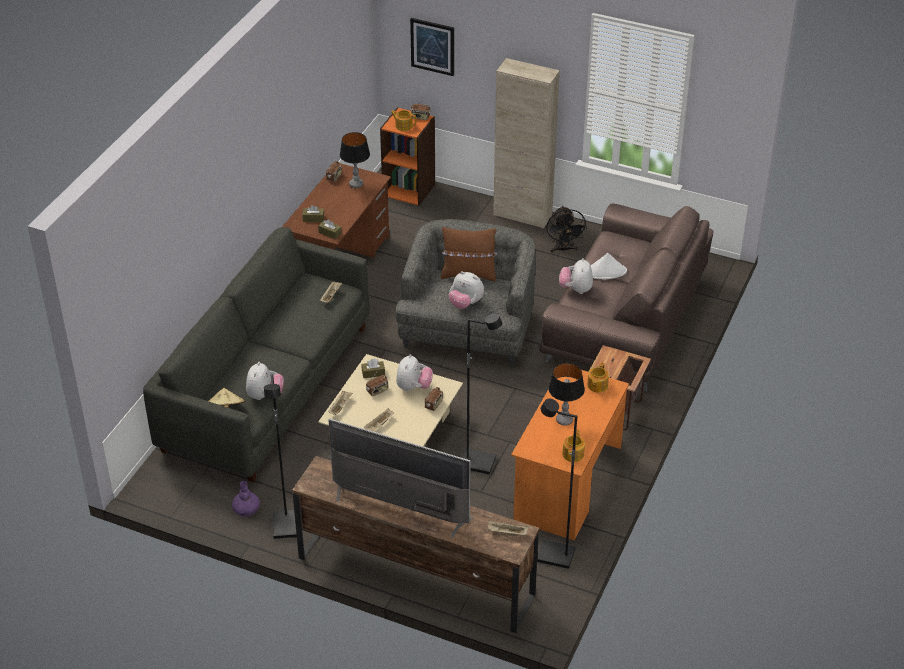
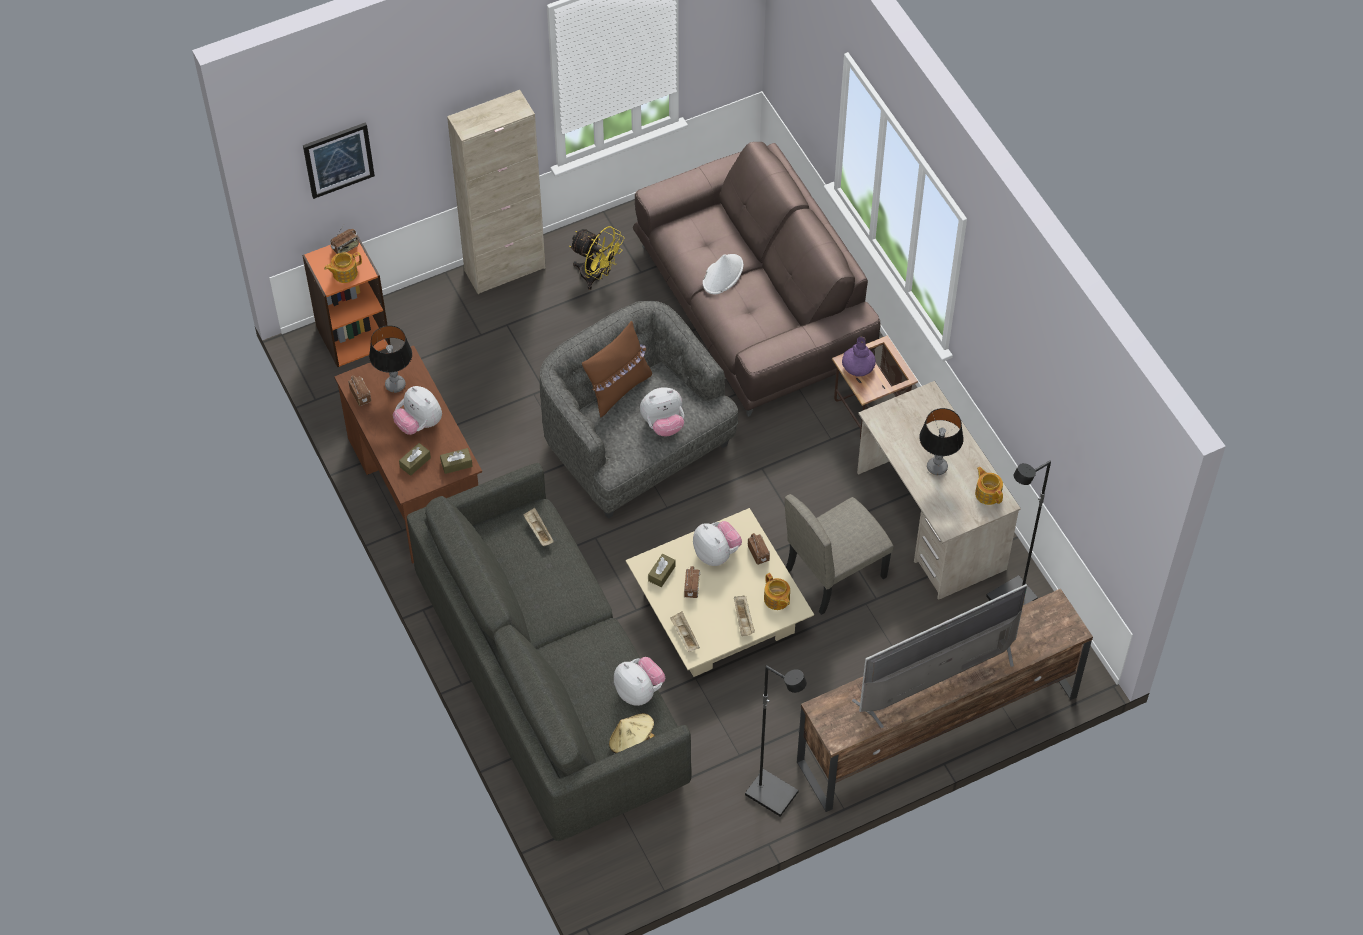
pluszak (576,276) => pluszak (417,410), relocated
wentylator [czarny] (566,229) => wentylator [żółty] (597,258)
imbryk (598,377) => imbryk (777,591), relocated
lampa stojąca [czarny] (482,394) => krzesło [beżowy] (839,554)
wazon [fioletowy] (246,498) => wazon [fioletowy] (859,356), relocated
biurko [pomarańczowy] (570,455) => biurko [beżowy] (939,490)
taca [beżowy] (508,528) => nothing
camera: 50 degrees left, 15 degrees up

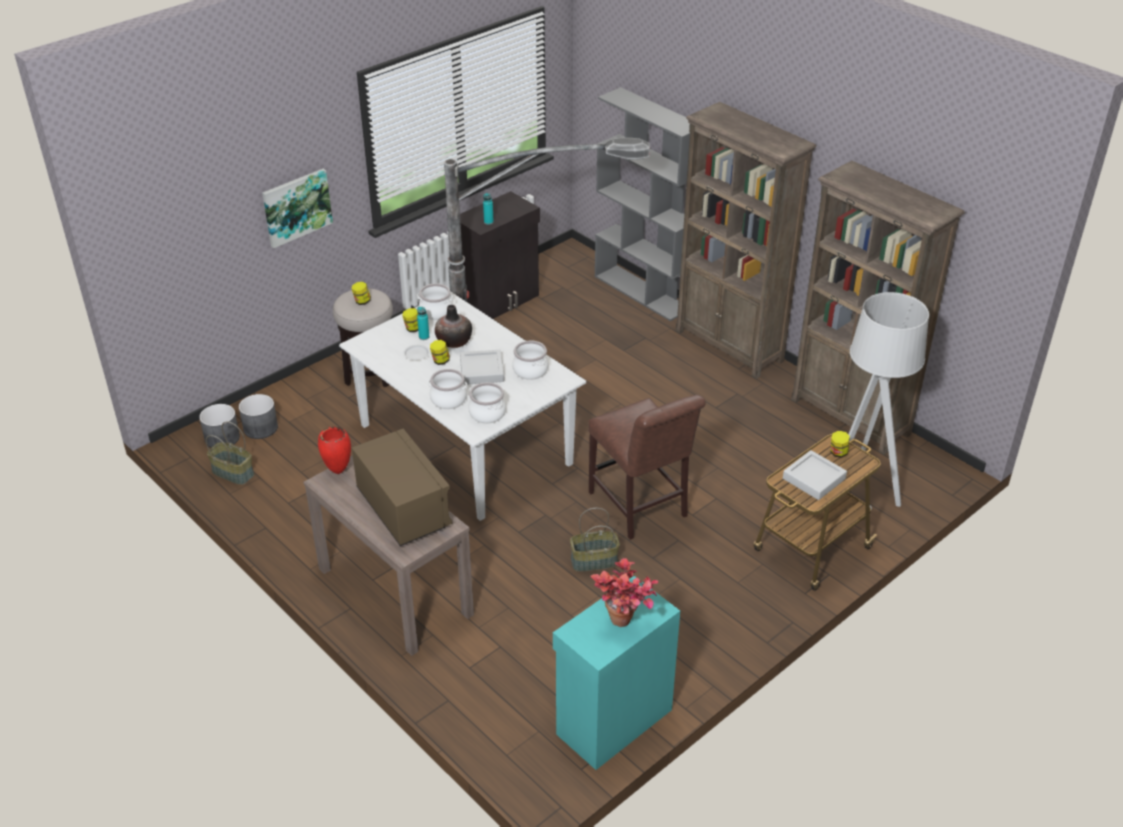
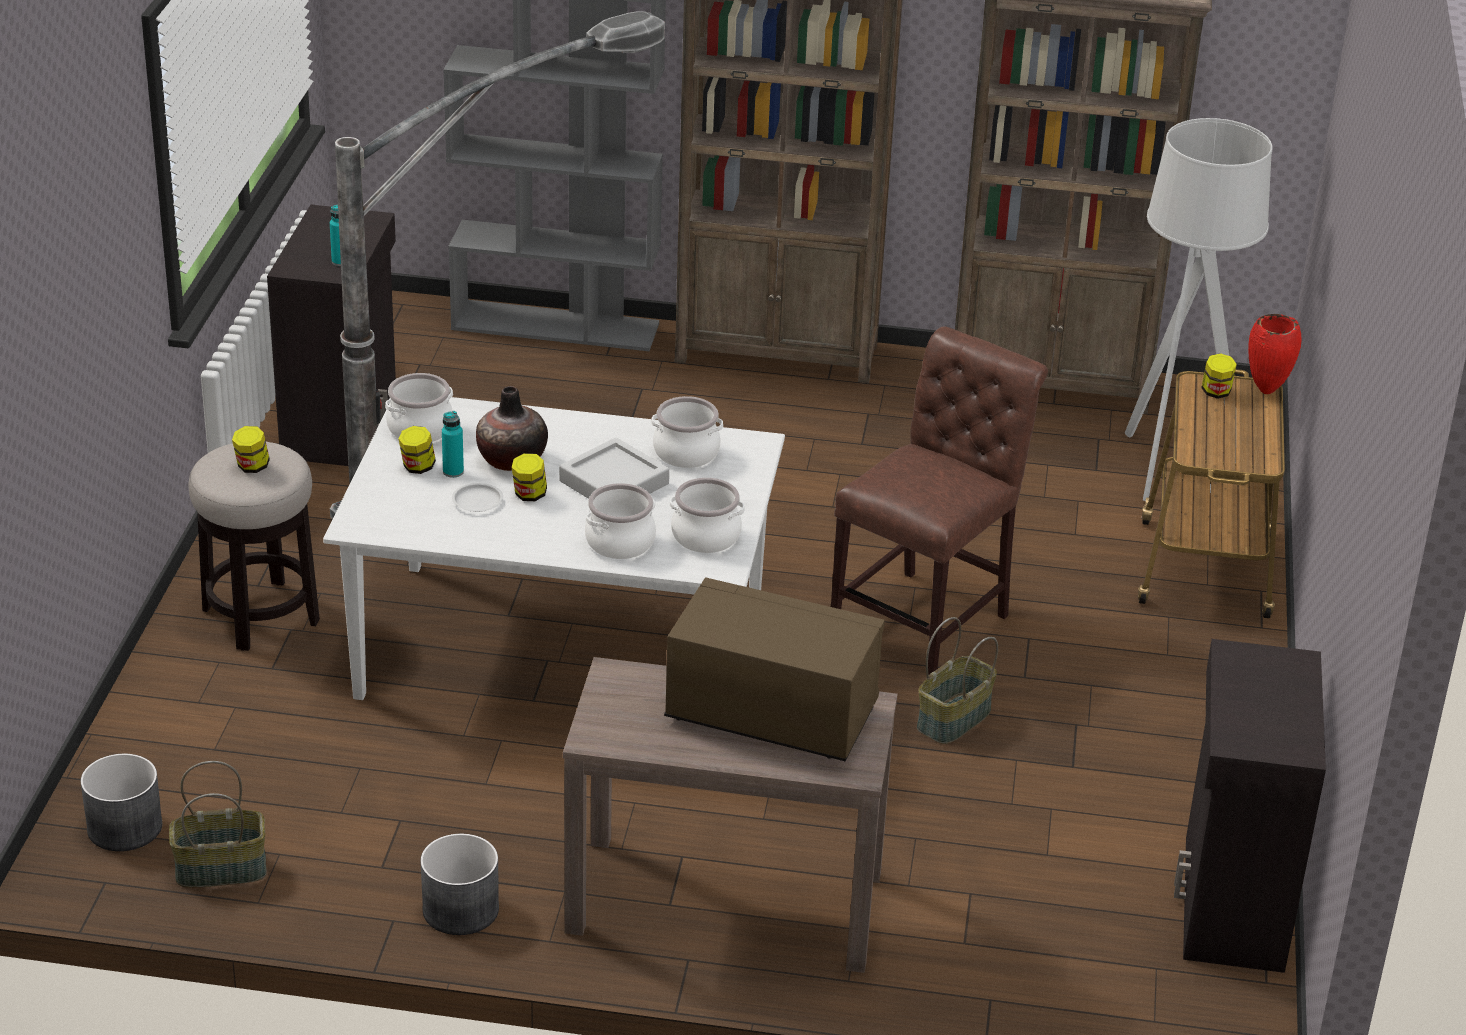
donica [szary] (258,416) => donica [szary] (459,884), relocated
krzesło [brązowy] (647,467) => krzesło [brązowy] (939,500), 75 degrees counterclockwise
szafka [turkusowy] (616,673) => szafka [czarny] (1250,806)
wazon [czerwony] (334,450) => wazon [czerwony] (1275,354), relocated
obraz (297,208) => nothing
roślina doniczkowa (625,592) => nothing
taca [szary] (815,475) => nothing
camera: 40 degrees left, 5 degrees down

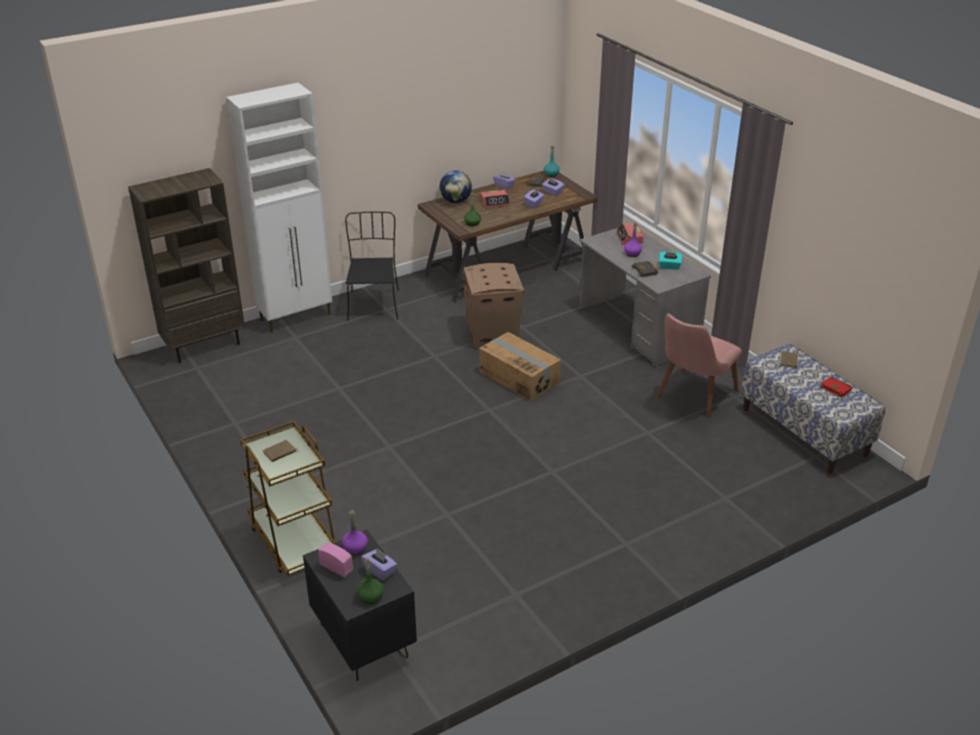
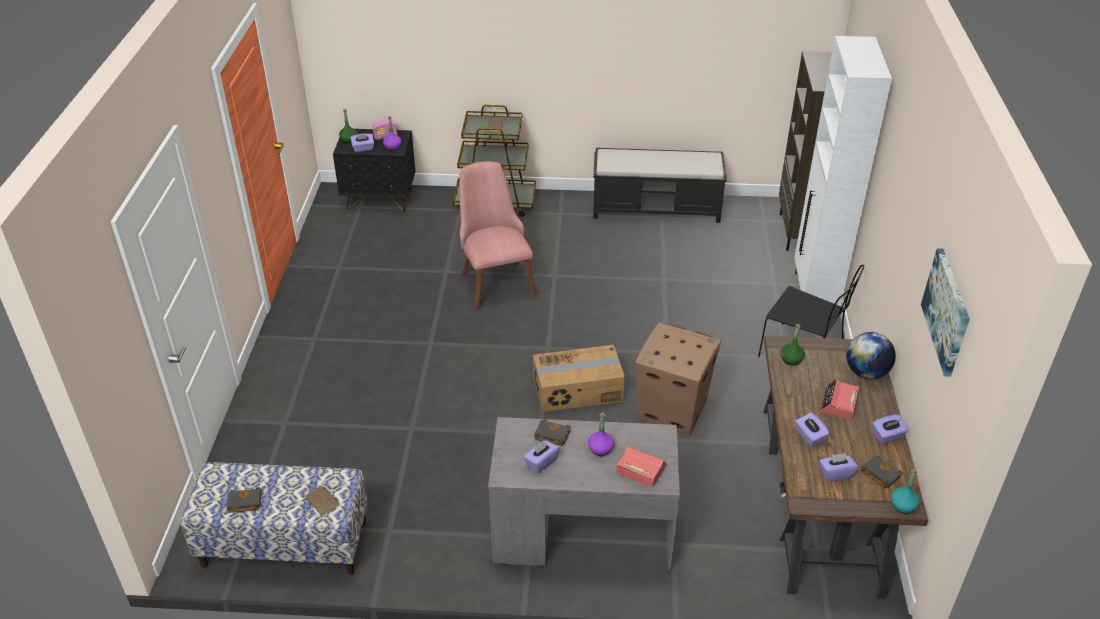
książka [czerwony] (836,387) => książka [czarny] (244,500)
krzesło [różowy] (699,366) => krzesło [różowy] (498,235), relocated
pudełko chusteczek [turkusowy] (670,260) => pudełko chusteczek [fioletowy] (542,456)
nothing => ławka [czarny] (660,185)
nothing => obraz (945,312)
camera: 125 degrees right, 5 degrees up

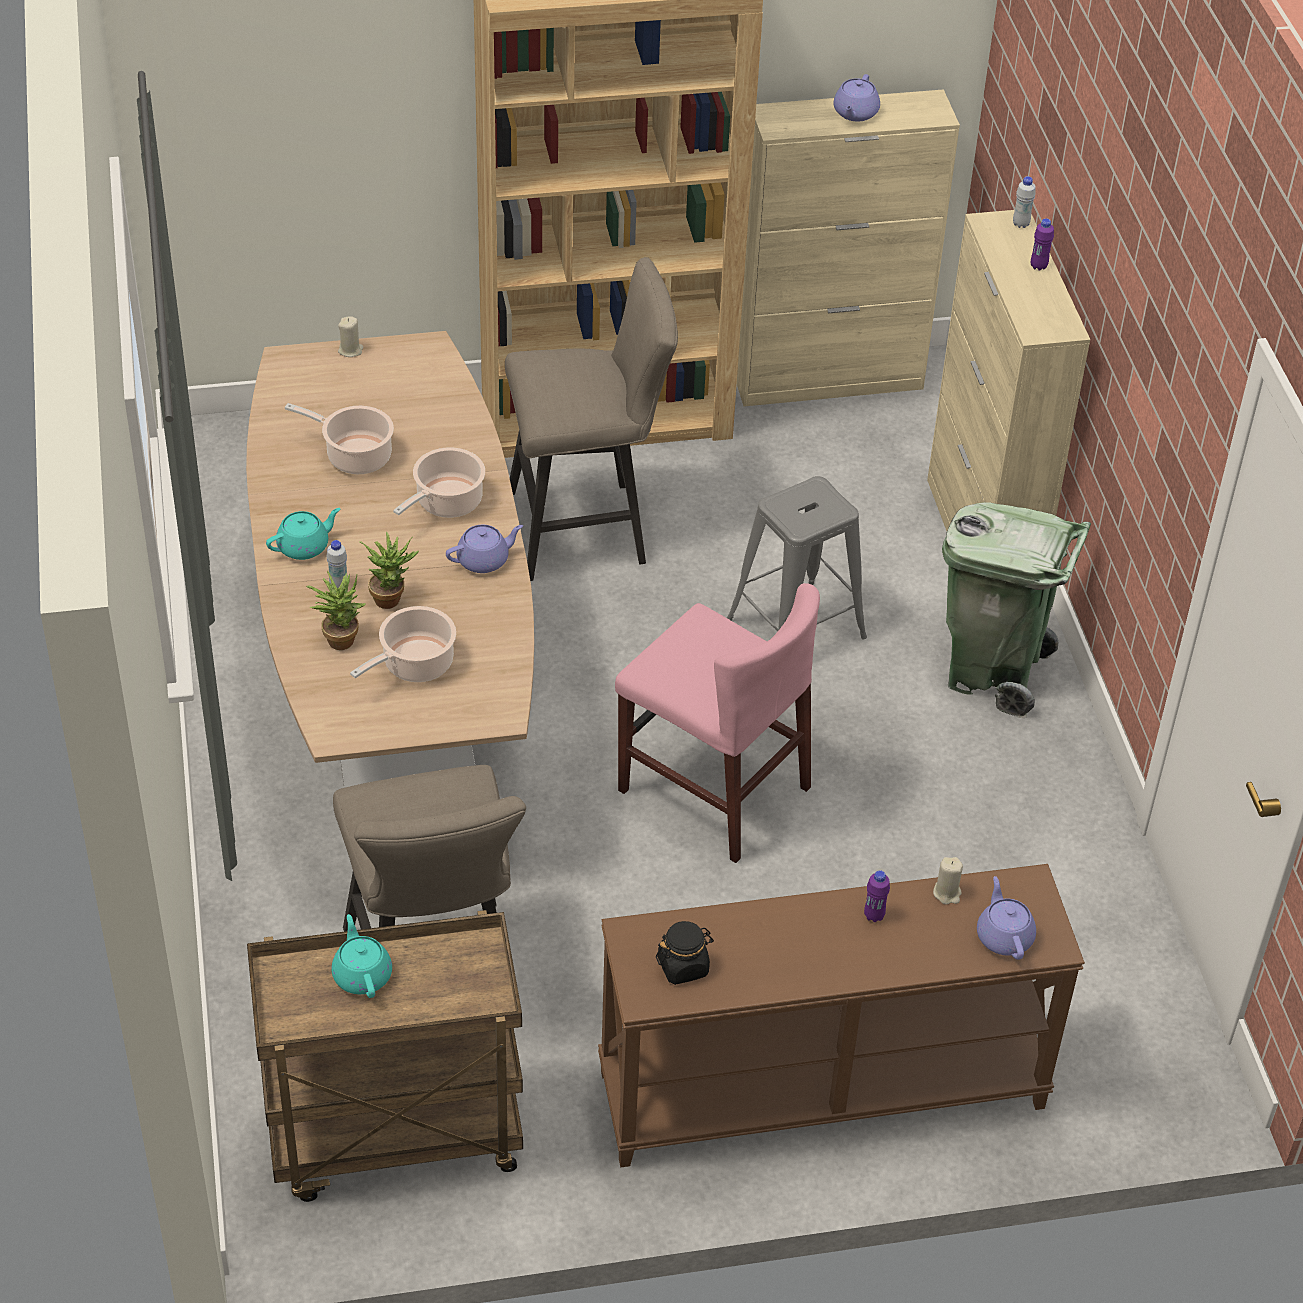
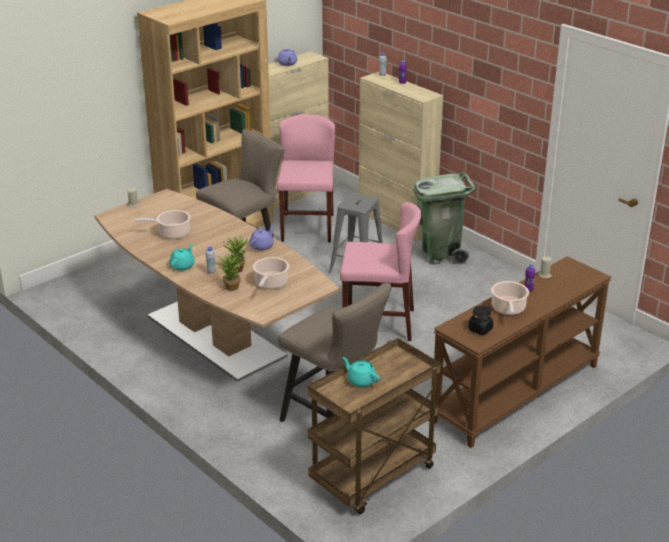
nothing => krzesło [różowy] (306,178)
garnek (439,482) => garnek (510,298), relocated
imbryk [fioletowy] (1006,918) => nothing
camera: 30 degrees left, 15 degrees down

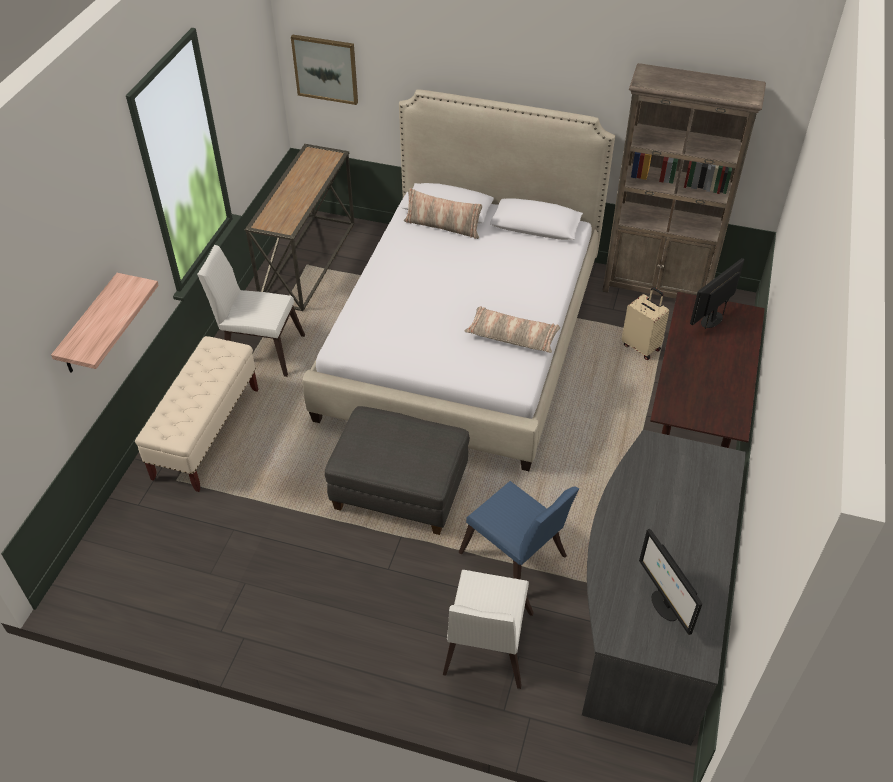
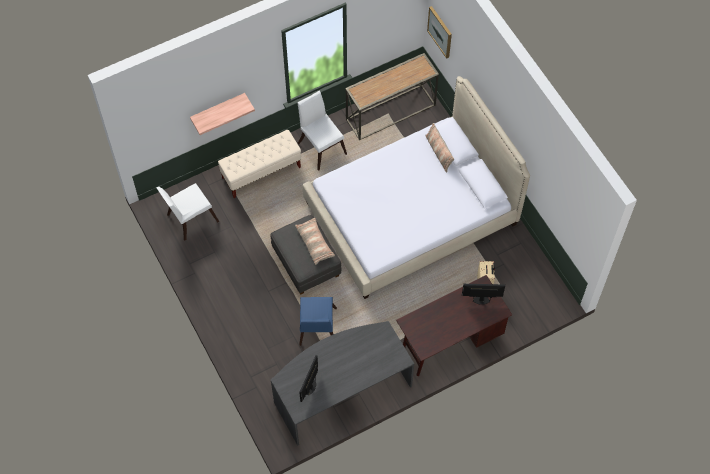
krzesło [biały] (488,629) => krzesło [biały] (187,211), relocated
poduszka (512,329) => poduszka (315,241), relocated
regał [brązowy] (684,181) => nothing
camera: 45 degrees right, 15 degrees up

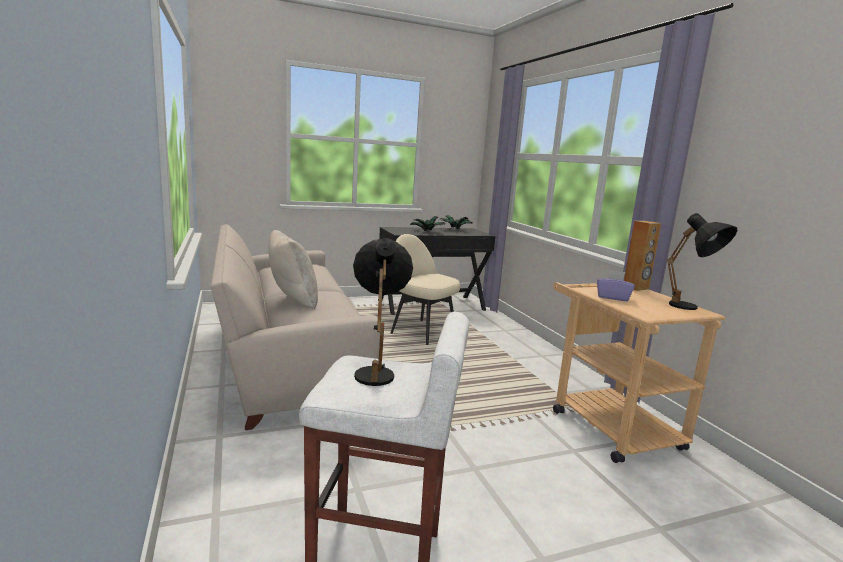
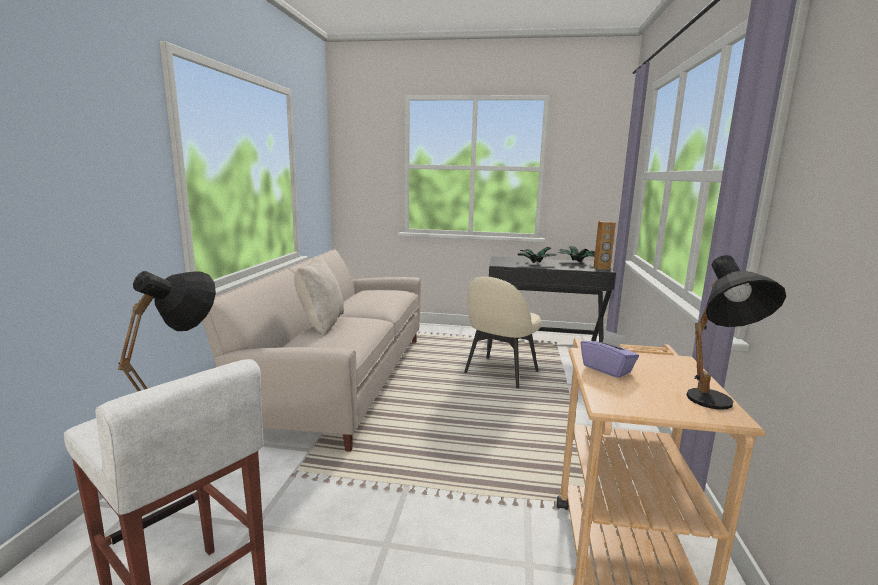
krzesło [beżowy] (425,289) => krzesło [beżowy] (502,332), 120 degrees counterclockwise
głośnik [brązowy] (642,256) => głośnik [brązowy] (605,245), relocated
camera: 30 degrees right, 0 degrees up

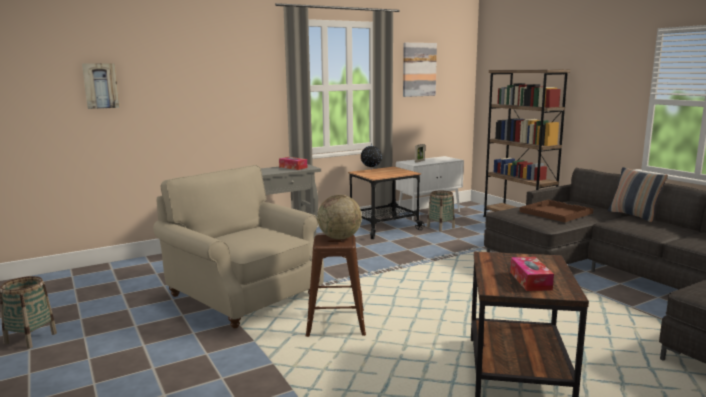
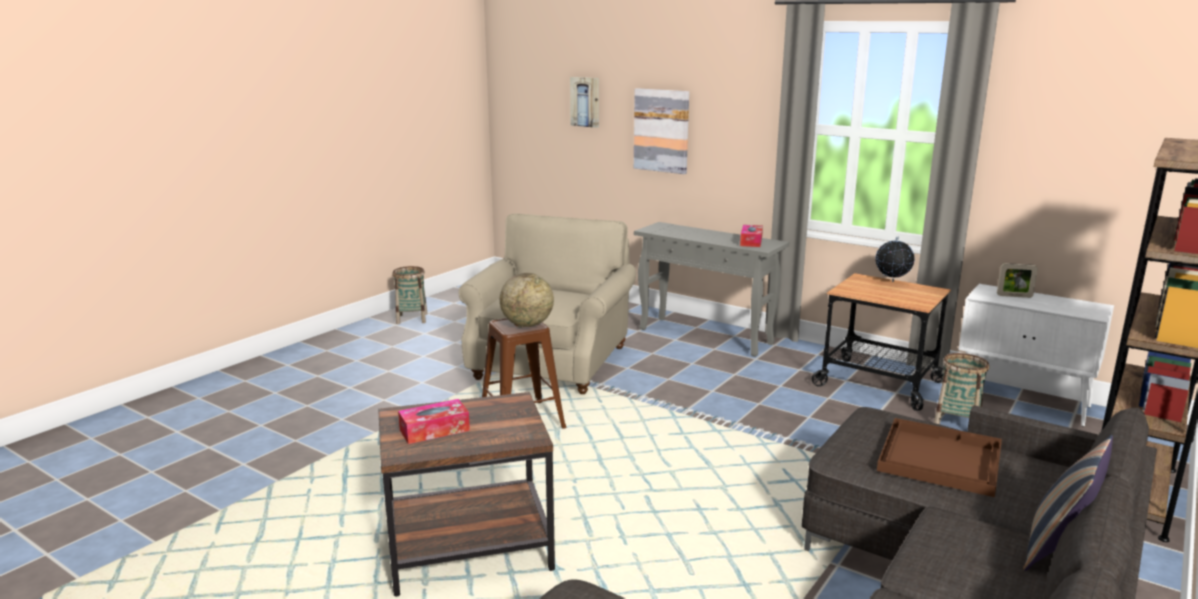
obraz (420,70) => obraz (661,131), relocated
camera: 65 degrees right, 5 degrees up

